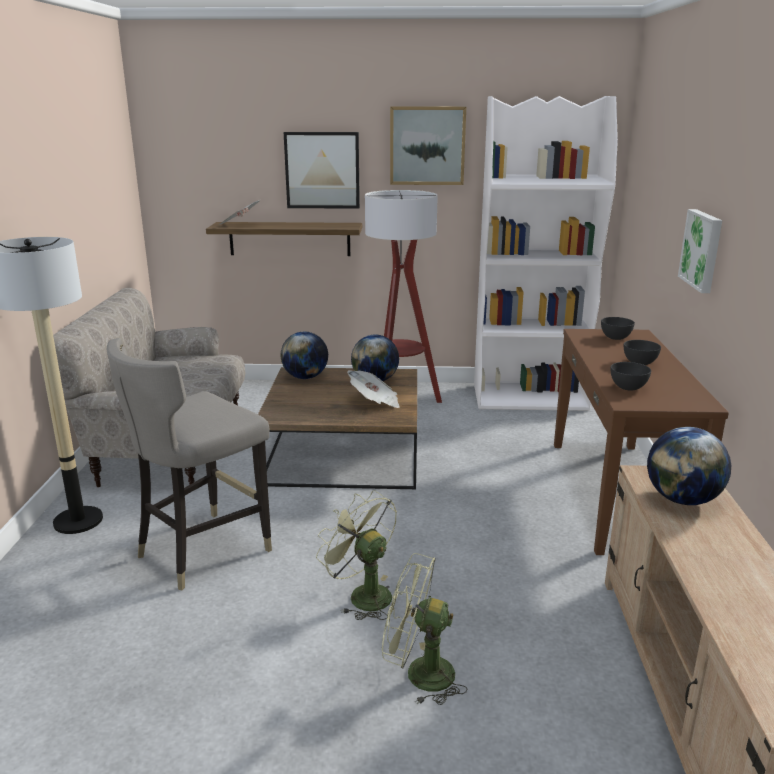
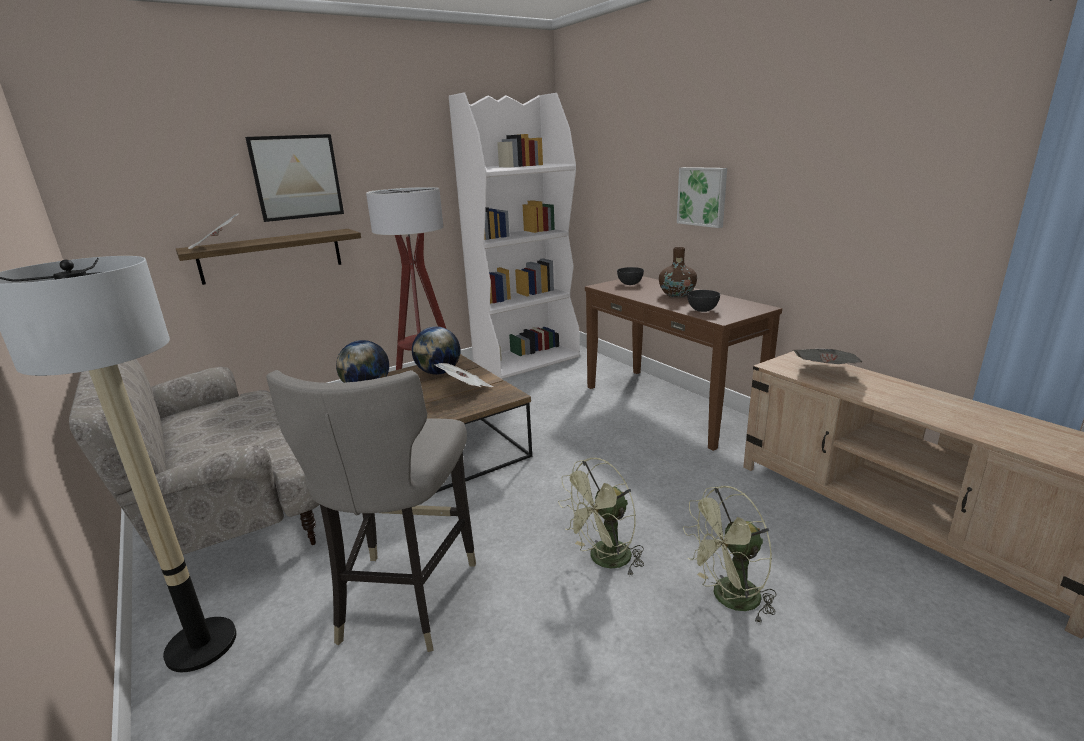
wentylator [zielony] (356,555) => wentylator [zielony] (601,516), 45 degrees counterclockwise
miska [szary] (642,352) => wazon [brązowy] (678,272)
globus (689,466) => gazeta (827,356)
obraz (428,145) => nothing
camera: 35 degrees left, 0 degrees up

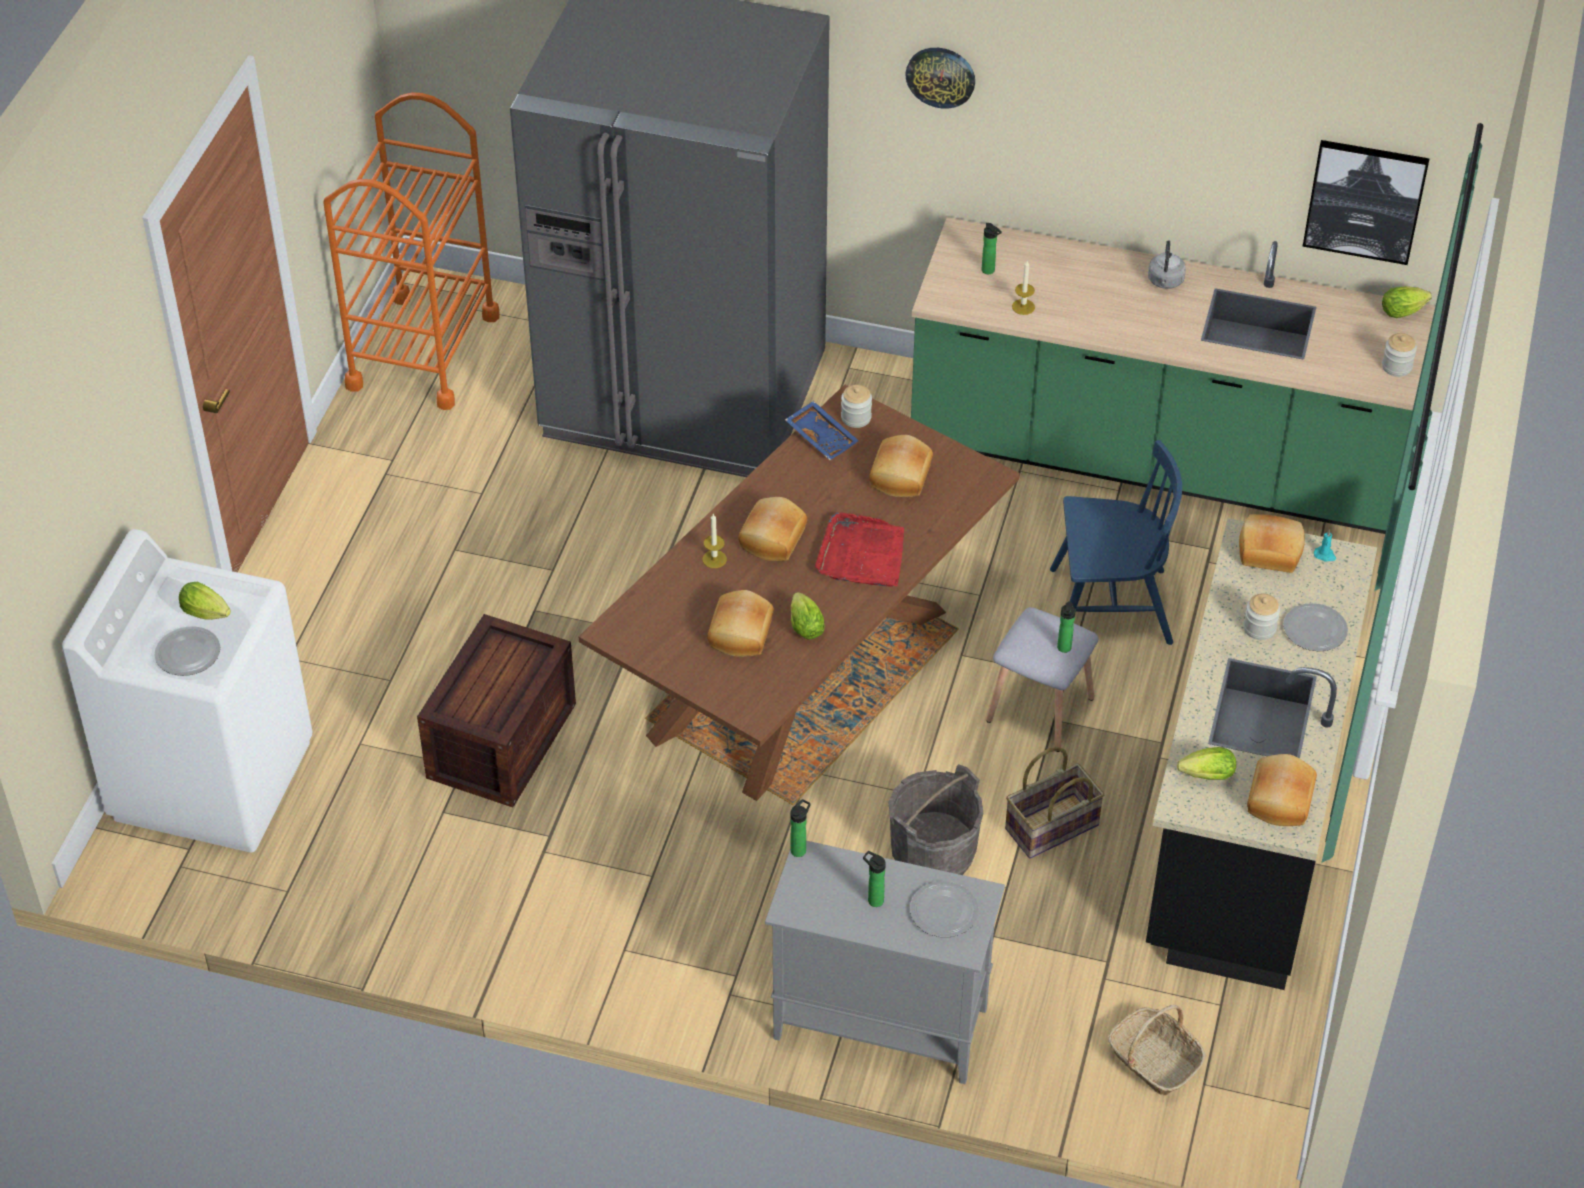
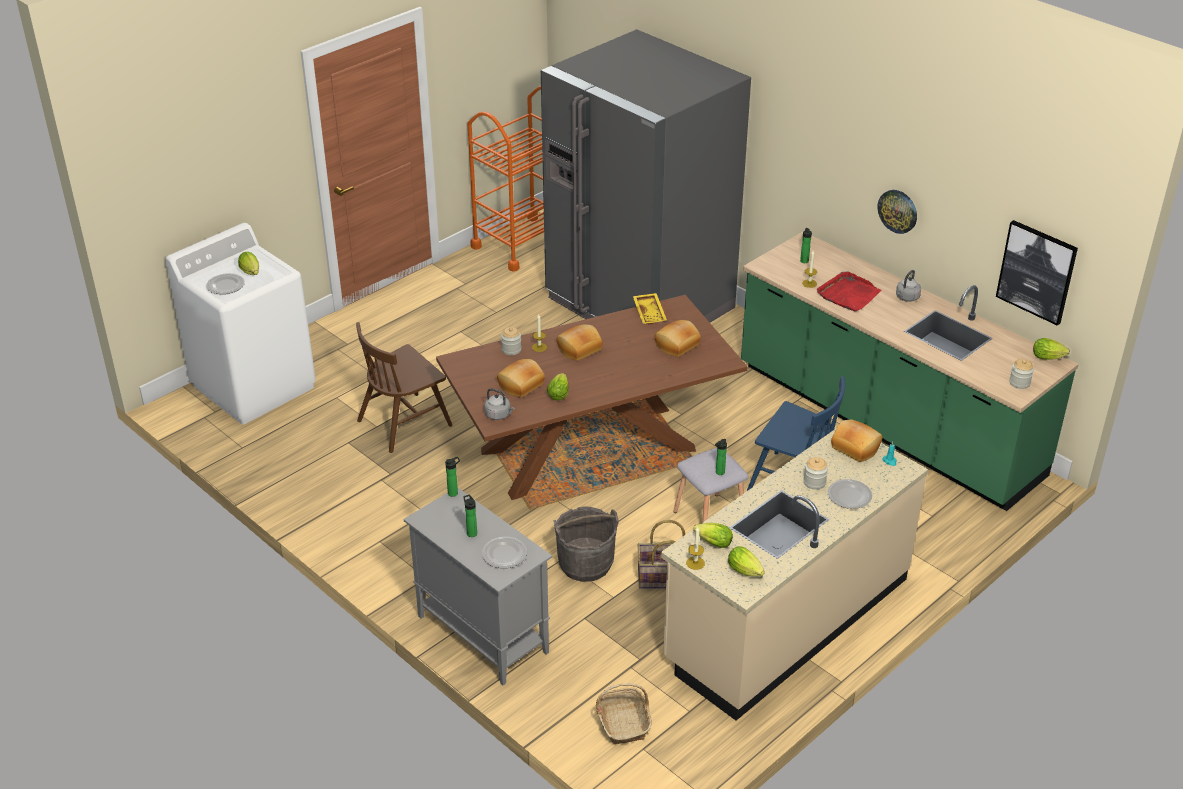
skrzynka (496,710) => krzesło [brązowy] (404,387)
nothing => czajnik [szary] (499,404)
słoik (856,406) => słoik (511,341), relocated
taca [niebieski] (822,430) => taca [żółty] (650,308)
zabudowa kuchenna [czarny] (1261,754) => zabudowa kuchenna [beżowy] (794,574)
nothing => świeca (695,548)
chleb (1282,790) => sałata (746,562)
taca [czerwony] (859,549) => taca [czerwony] (849,291), relocated
zegar ścienny (940,78) => zegar ścienny (897,212), relocated
camera: 30 degrees right, 10 degrees down

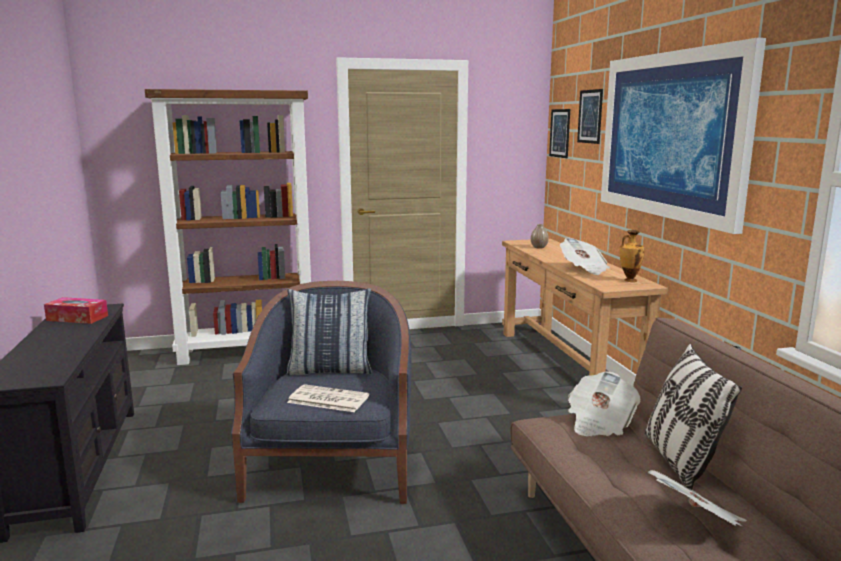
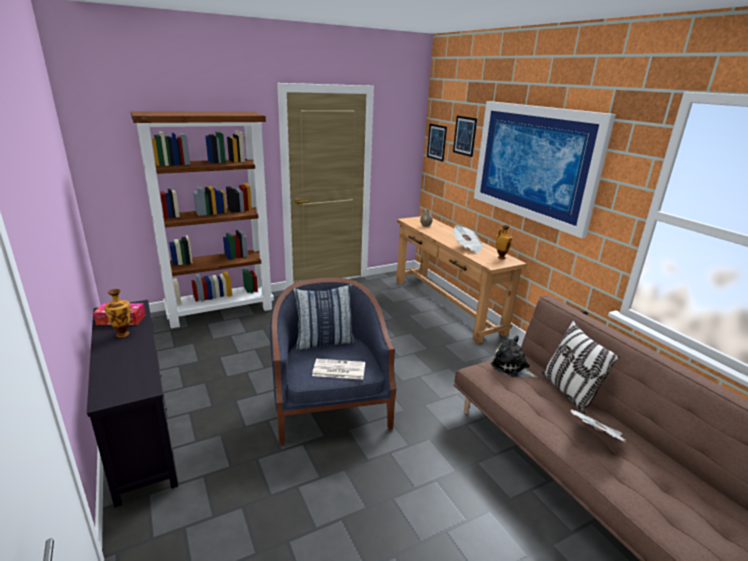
nothing => wazon (118,313)
gazeta (604,403) => pluszak (514,356)
camera: 15 degrees left, 10 degrees up

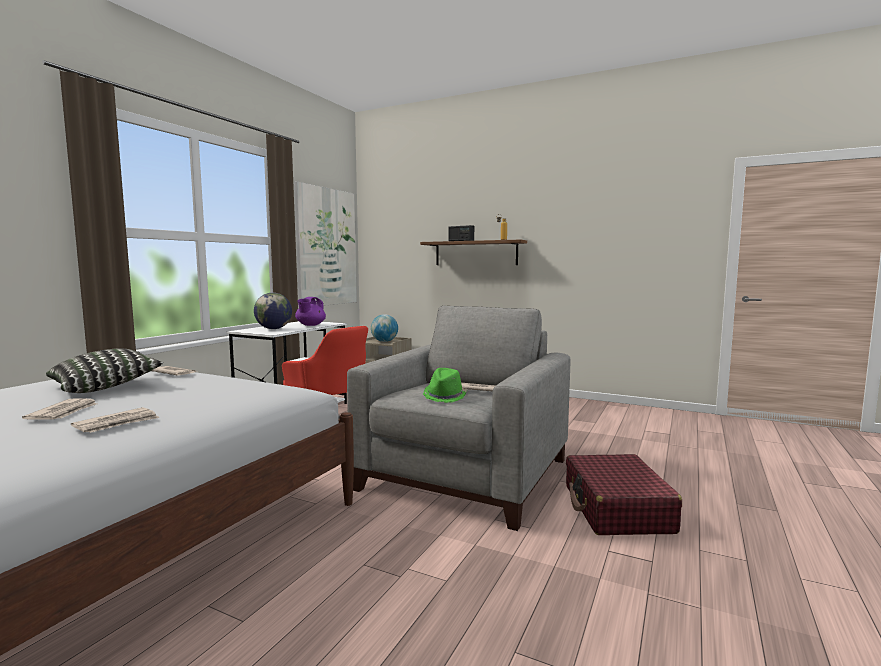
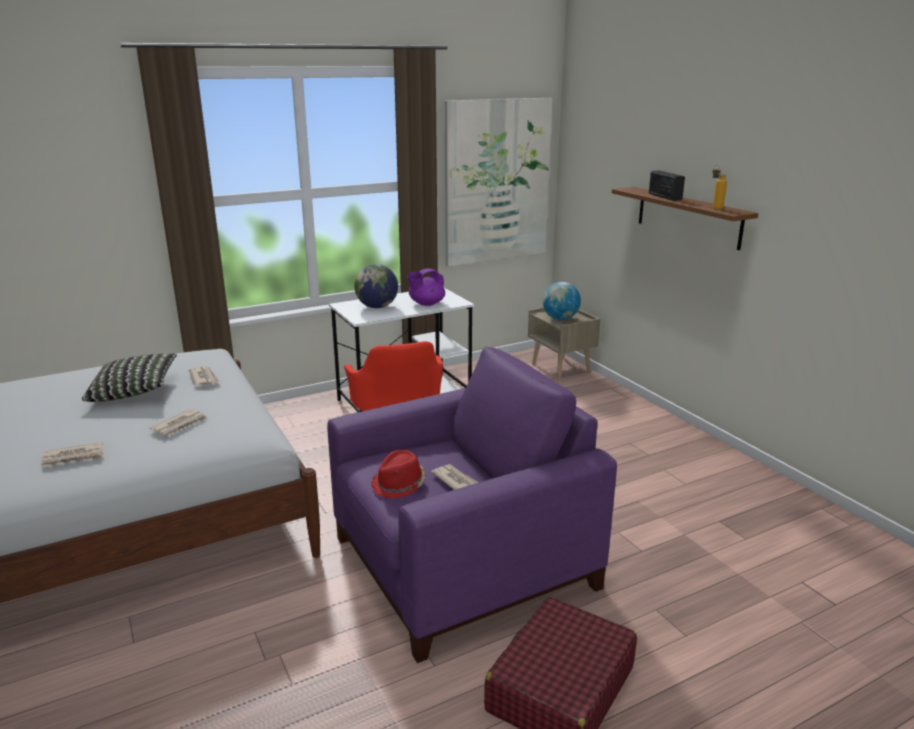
gazeta (59,409) => gazeta (179,422), relocated
fotel [szary] (458,418) => fotel [fioletowy] (472,505)
kapelusz [zielony] (445,385) => kapelusz [czerwony] (398,474)
camera: 35 degrees right, 15 degrees up

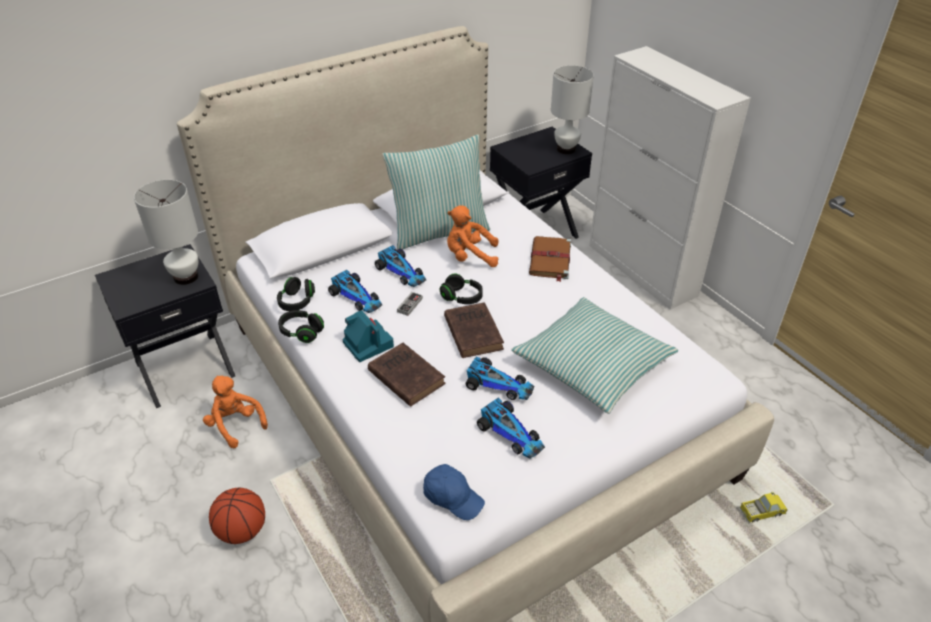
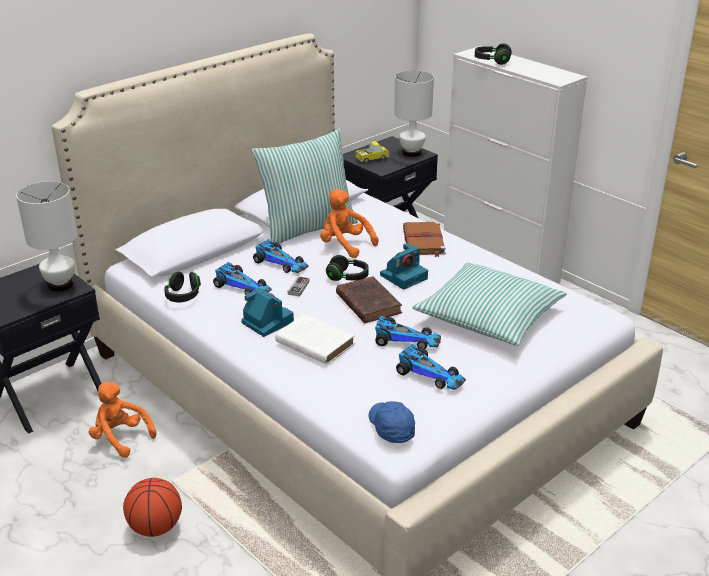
książka [brązowy] (407,375) => książka [biały] (315,339)
pluszak [pomarańczowy] (472,236) => pluszak [pomarańczowy] (349,223), 45 degrees clockwise
ciężarówka zabawkowa (764,507) => ciężarówka zabawkowa (372,152), relocated
czapka z daszkiem [niebieski] (454,492) => czapka z daszkiem [niebieski] (392,422), 135 degrees counterclockwise
nothing => aparat fotograficzny (404,266)
słuchawki [czarny] (301,326) => słuchawki [czarny] (493,54), relocated
camera: 10 degrees left, 10 degrees down

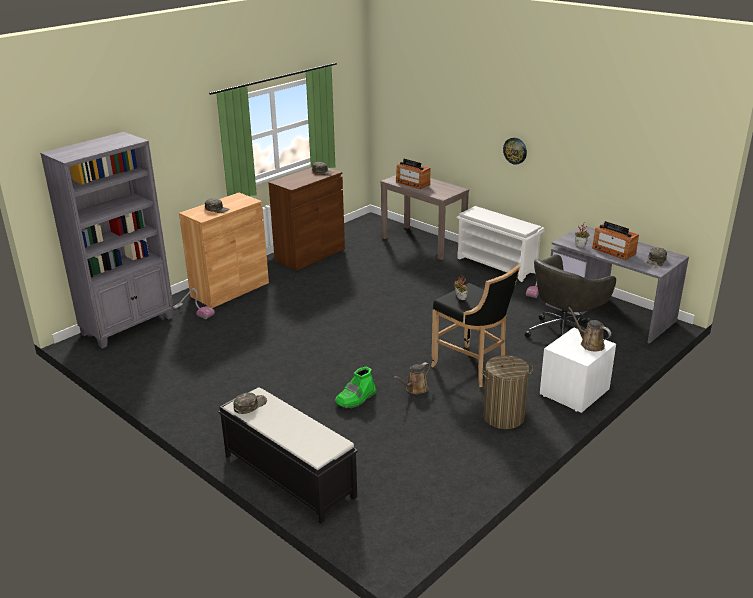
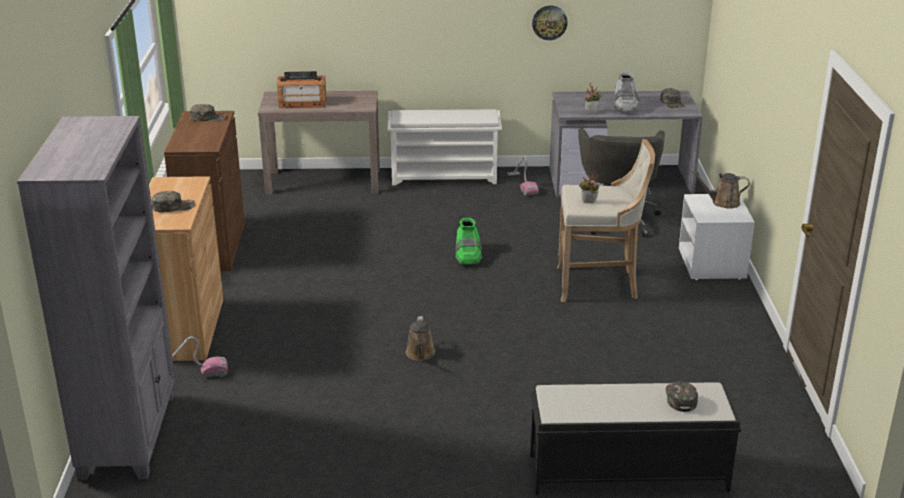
konewka [brązowy] (412,378) => konewka [brązowy] (421,338), relocated
but z cholewką [zielony] (356,387) => but z cholewką [zielony] (469,241), relocated
zegar ścienny (515,151) => zegar ścienny (549,23), relocated
stołek [czarny] (475,326) => stołek [beżowy] (606,220)
radio (615,240) => but z cholewką [szary] (626,92)
czapka z daszkiem [zielony] (250,403) => czapka z daszkiem [zielony] (682,396), relocated
kosz na pranie (507,392) => nothing
camera: 45 degrees left, 0 degrees up

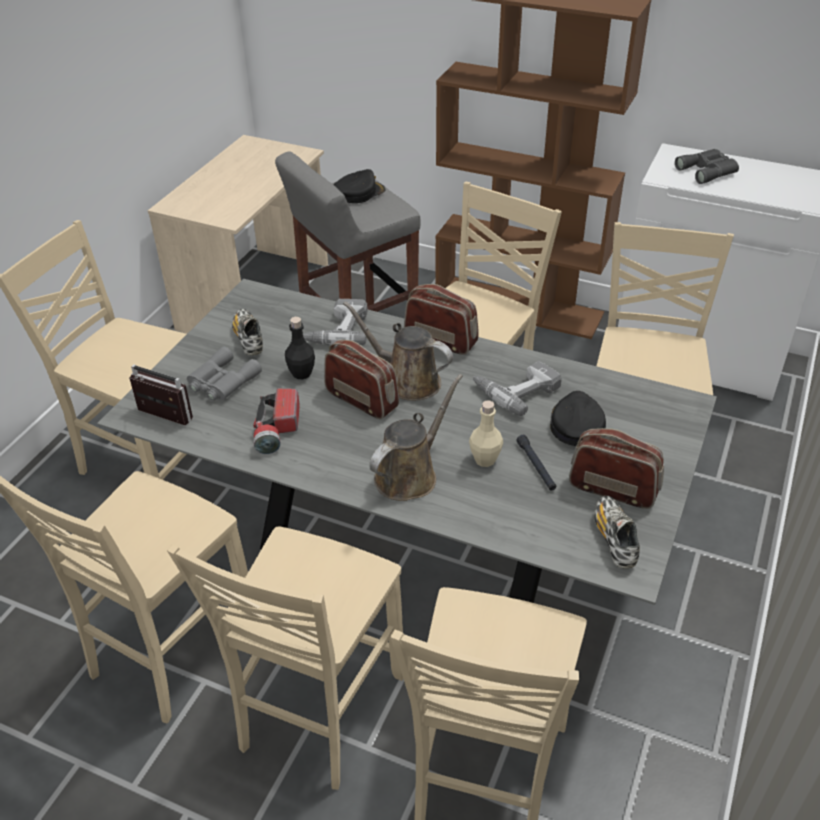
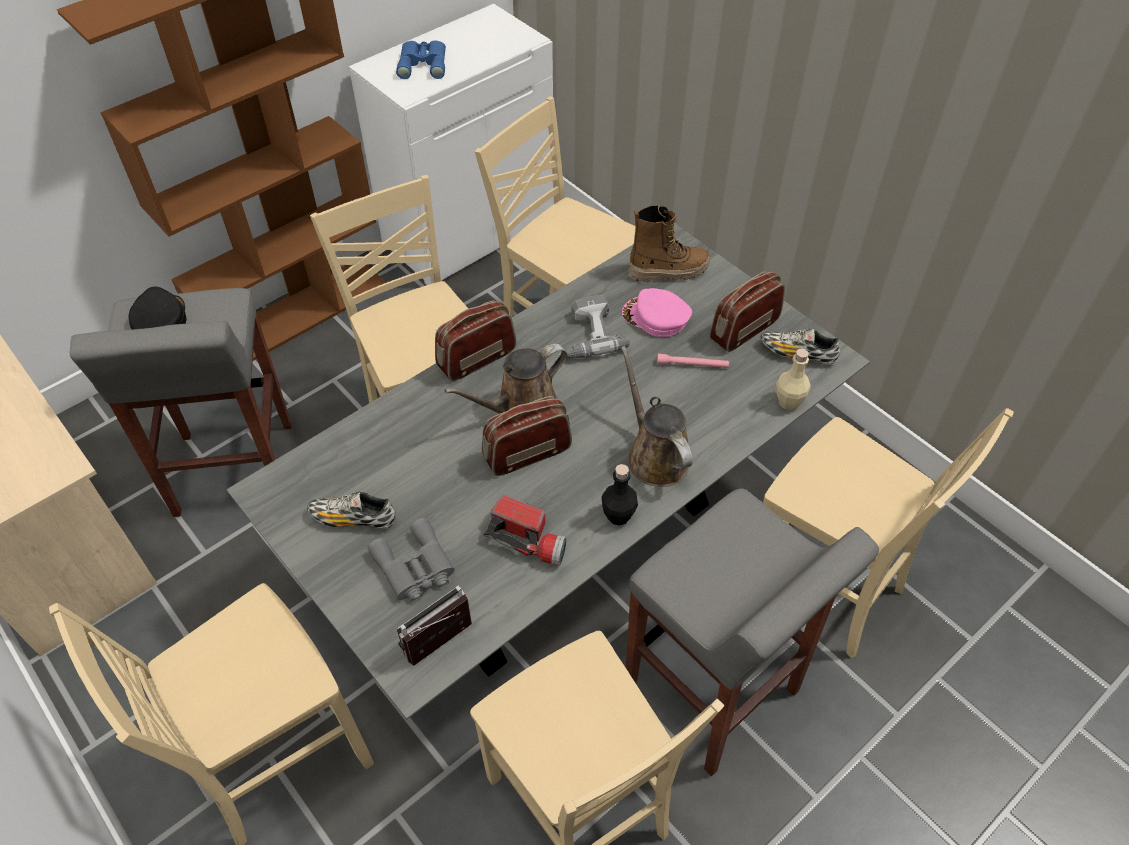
lornetka [szary] (707,166) => lornetka [niebieski] (421,60)
butelka [czarny] (300,348) => butelka [czarny] (620,495), relocated
czapka z daszkiem [czarny] (578,418) => czapka z daszkiem [różowy] (657,312)
krzesło [beżowy] (285,658) => stołek [szary] (752,632)
nothing => but z cholewką (669,243)
latarka [czarny] (536,462) => latarka [różowy] (693,361)
butelka [beżowy] (486,433) => butelka [beżowy] (793,379), relocated
wiertarka (335,322) => nothing
camera: 65 degrees left, 10 degrees up

